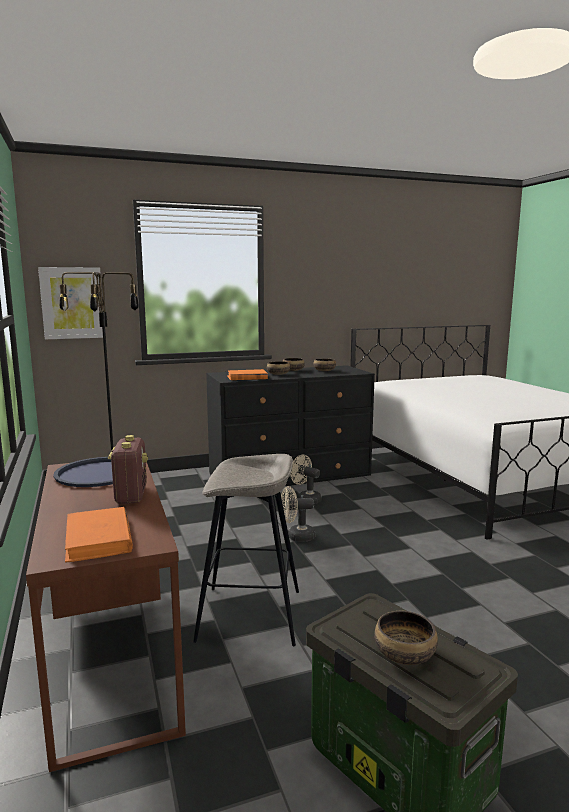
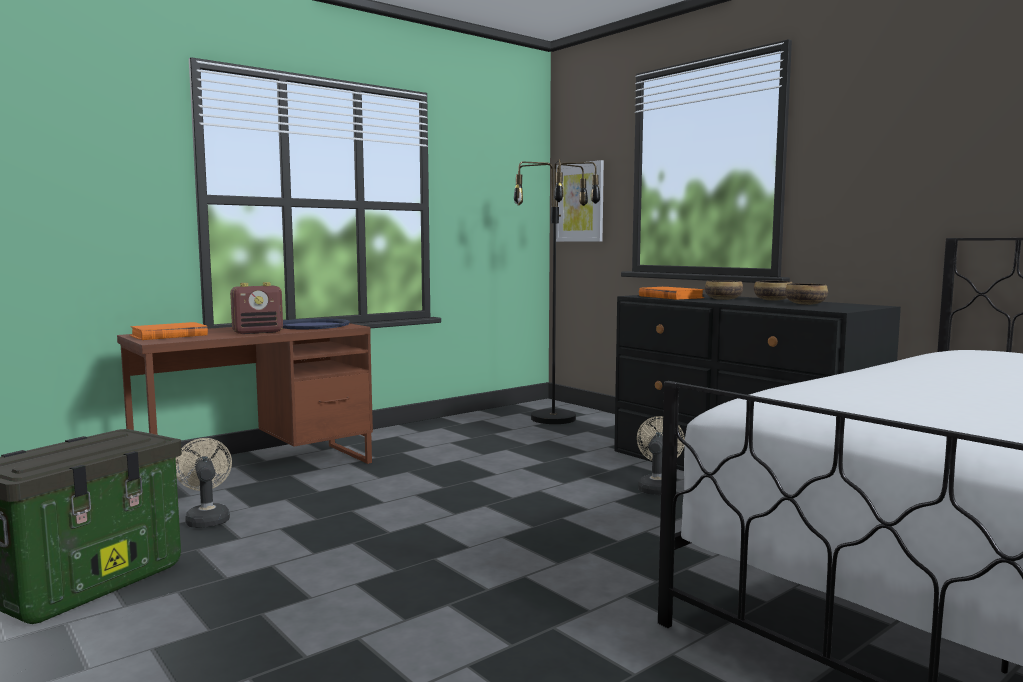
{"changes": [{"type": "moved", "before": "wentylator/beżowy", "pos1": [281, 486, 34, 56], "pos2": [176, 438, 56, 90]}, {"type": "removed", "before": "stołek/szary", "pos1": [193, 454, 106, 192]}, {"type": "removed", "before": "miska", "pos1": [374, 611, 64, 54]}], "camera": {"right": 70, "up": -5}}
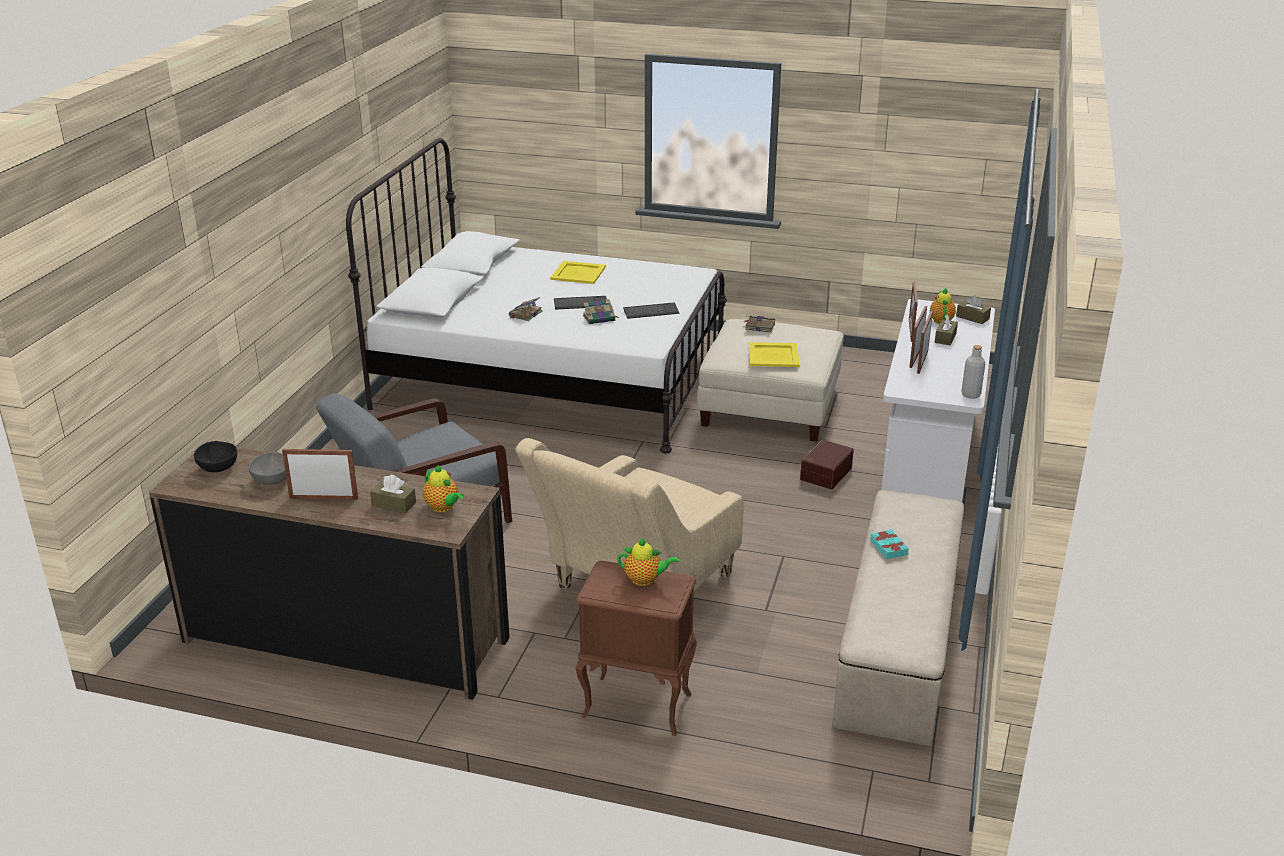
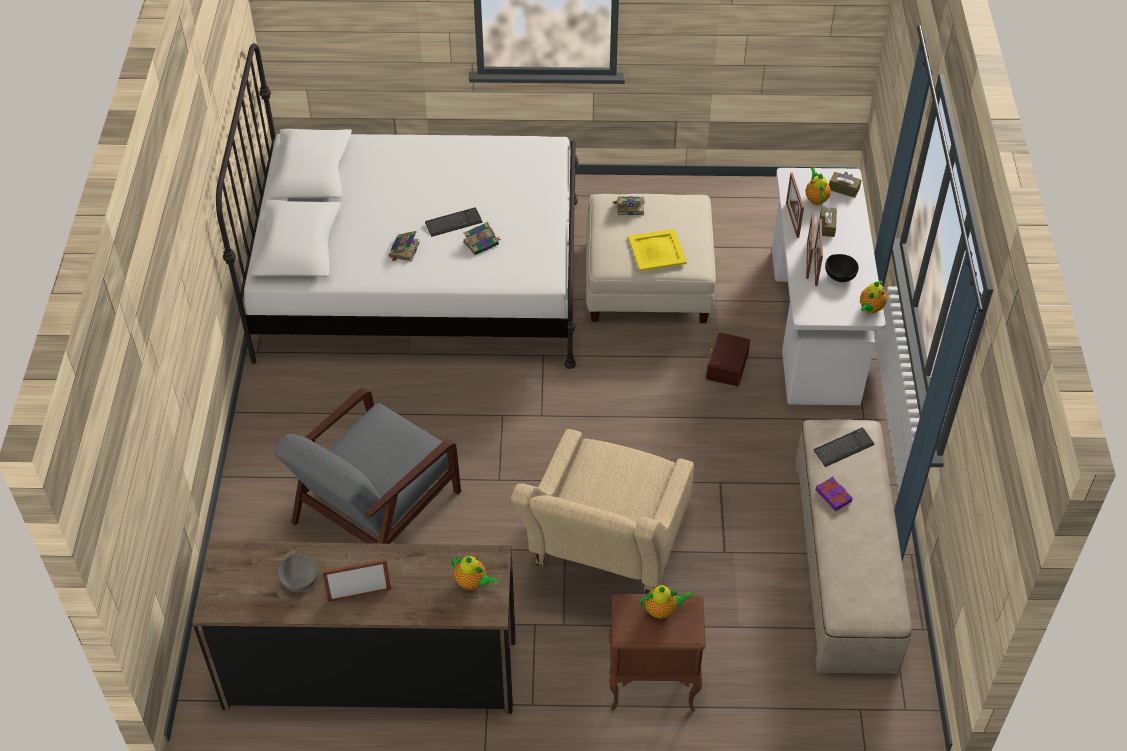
{"changes": [{"type": "moved", "before": "klawiatura", "pos1": [623, 303, 56, 16], "pos2": [814, 428, 61, 39]}, {"type": "recoloured", "before": "książka/turkusowy", "after": "książka/fioletowy", "pos1": [870, 529, 39, 30], "pos2": [816, 476, 37, 35]}, {"type": "moved", "before": "miska/czarny", "pos1": [194, 441, 43, 31], "pos2": [825, 254, 34, 28]}, {"type": "replaced", "before": "butelka/szary", "after": "imbryk", "pos1": [961, 345, 24, 54], "pos2": [860, 280, 27, 33]}, {"type": "removed", "before": "pudełko chusteczek/brązowy", "pos1": [370, 475, 46, 38]}, {"type": "removed", "before": "taca/żółty", "pos1": [550, 261, 56, 23]}], "camera": {"right": -15, "up": 20}}
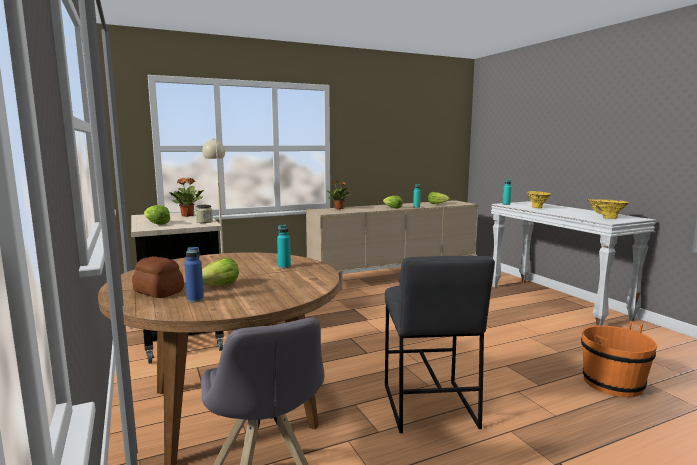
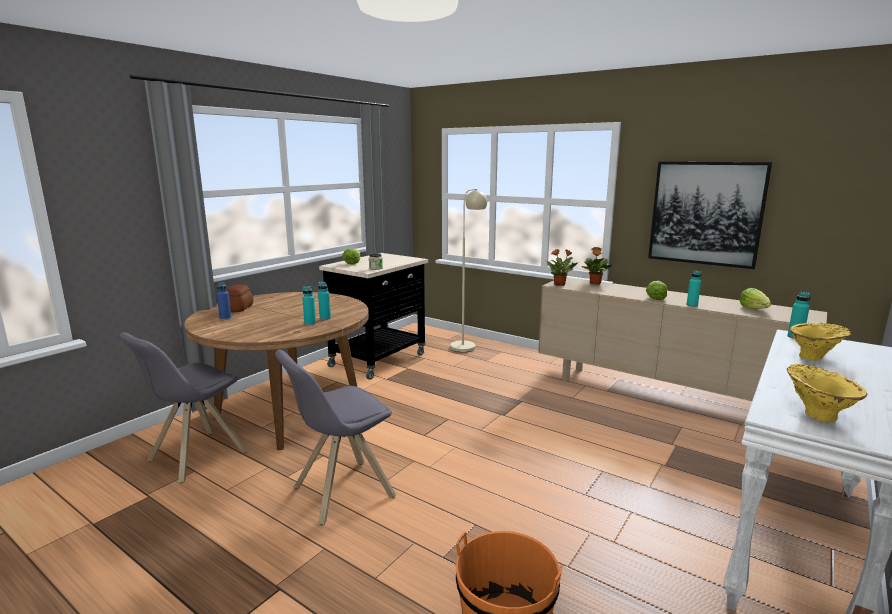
{"changes": [{"type": "replaced", "before": "stołek/szary", "after": "krzesło/szary", "pos1": [385, 256, 110, 177], "pos2": [275, 350, 121, 175]}, {"type": "added", "after": "butelka/turkusowy", "pos2": [303, 286, 13, 39]}, {"type": "moved", "before": "roślina doniczkowa", "pos1": [168, 178, 36, 39], "pos2": [544, 249, 34, 37]}, {"type": "added", "after": "obraz", "pos2": [648, 162, 124, 107]}, {"type": "removed", "before": "sałata", "pos1": [202, 258, 37, 27]}], "camera": {"right": 60, "up": 5}}
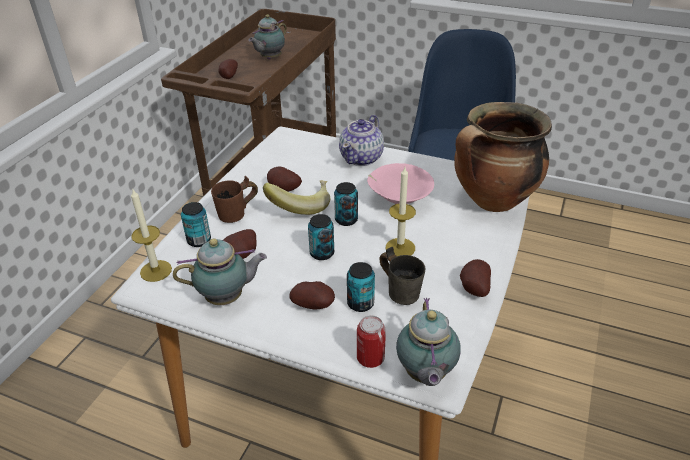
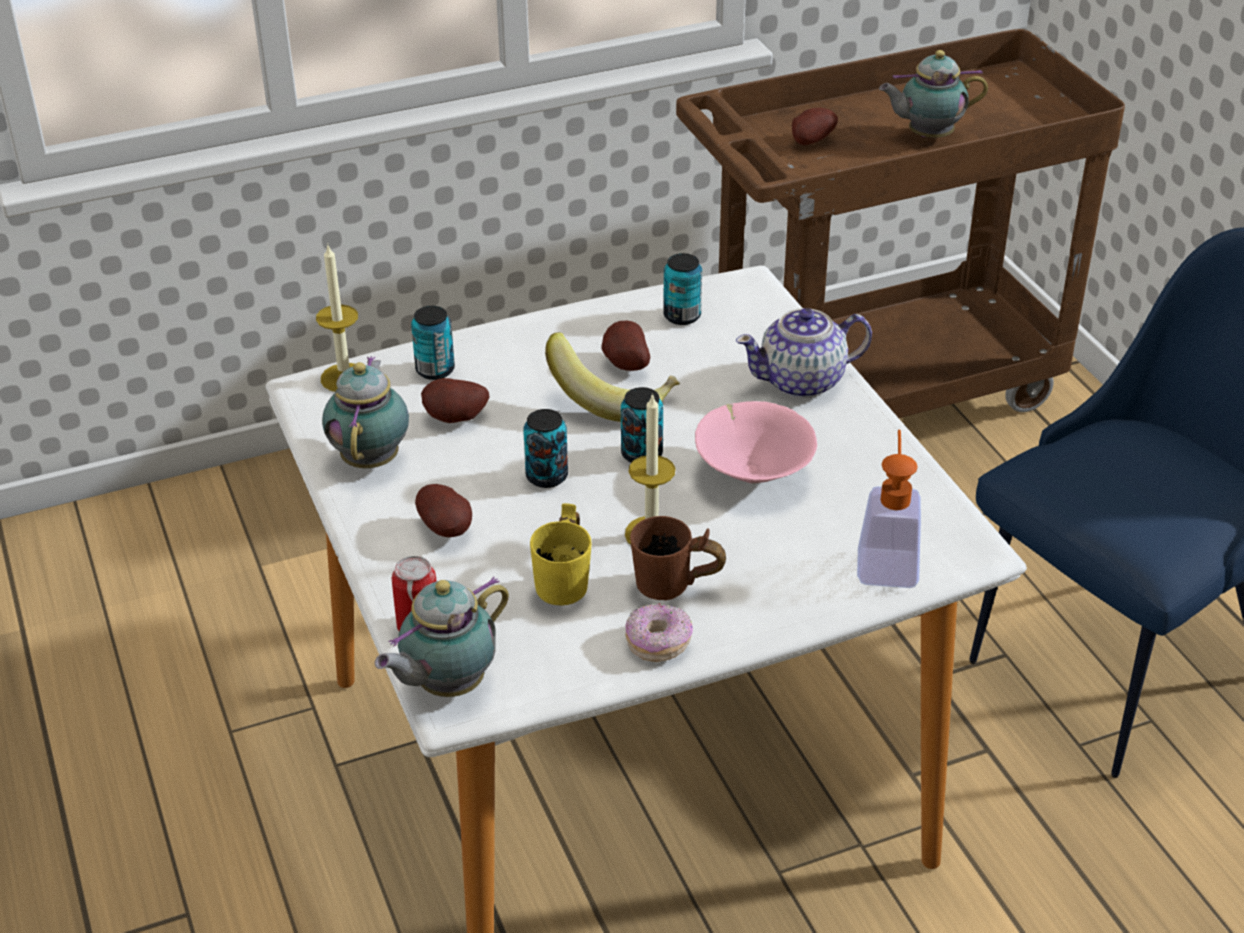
{"changes": [{"type": "turned", "before": "imbryk", "pos1": [173, 239, 94, 66], "pos2": [322, 356, 87, 112], "turn": -120}, {"type": "recoloured", "before": "kubek/szary", "after": "kubek/żółty", "pos1": [379, 247, 47, 58], "pos2": [530, 503, 61, 103]}, {"type": "replaced", "before": "ziemniak", "after": "donut", "pos1": [460, 259, 31, 38], "pos2": [625, 603, 68, 59]}, {"type": "moved", "before": "kubek/brązowy", "pos1": [211, 176, 47, 47], "pos2": [630, 516, 96, 84]}, {"type": "moved", "before": "puszka", "pos1": [347, 262, 28, 50], "pos2": [663, 253, 39, 72]}, {"type": "replaced", "before": "garnek", "after": "dozownik mydła", "pos1": [454, 102, 98, 110], "pos2": [857, 430, 64, 158]}], "camera": {"right": 45, "up": 0}}
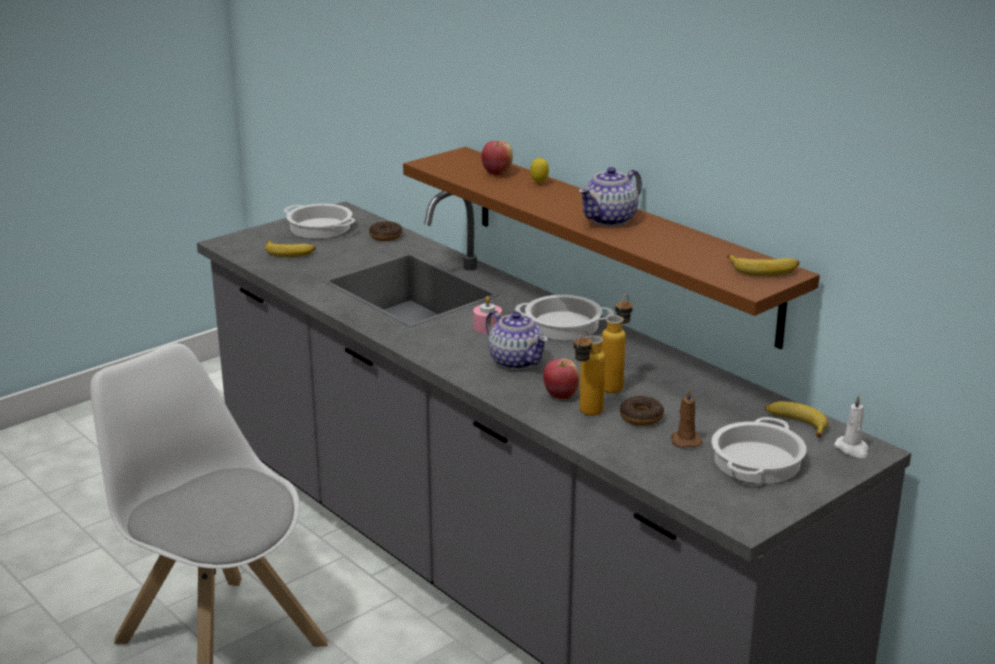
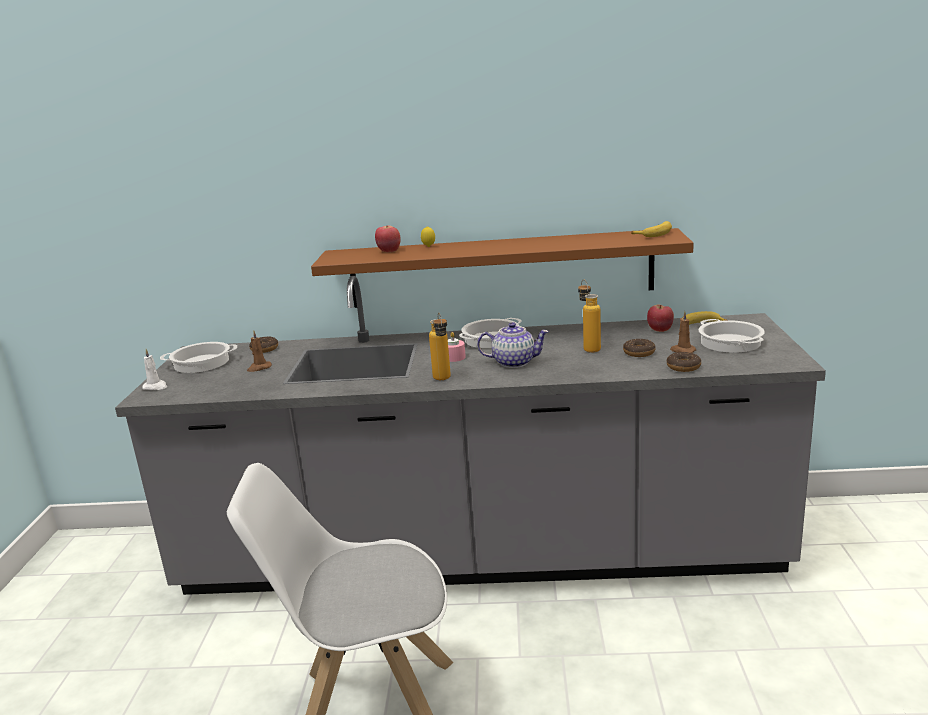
{"changes": [{"type": "moved", "before": "świeca/biały", "pos1": [834, 395, 35, 63], "pos2": [142, 349, 25, 41]}, {"type": "added", "after": "świeca/brązowy", "pos2": [247, 330, 25, 42]}, {"type": "moved", "before": "butelka", "pos1": [574, 330, 32, 86], "pos2": [429, 313, 22, 67]}, {"type": "moved", "before": "jabłko", "pos1": [543, 358, 36, 41], "pos2": [647, 305, 27, 27]}, {"type": "added", "after": "donut", "pos2": [667, 352, 34, 20]}, {"type": "removed", "before": "banan", "pos1": [265, 240, 51, 17]}, {"type": "removed", "before": "imbryk", "pos1": [579, 167, 63, 59]}], "camera": {"right": -45, "up": -5}}
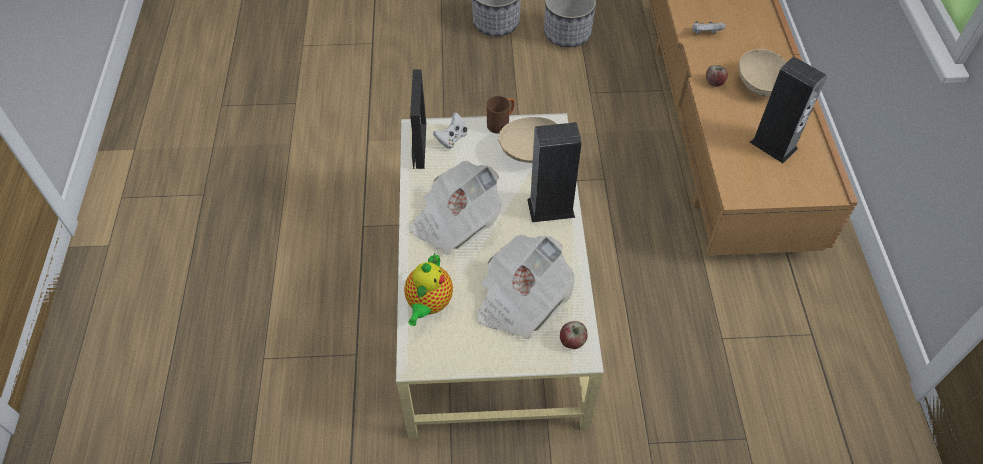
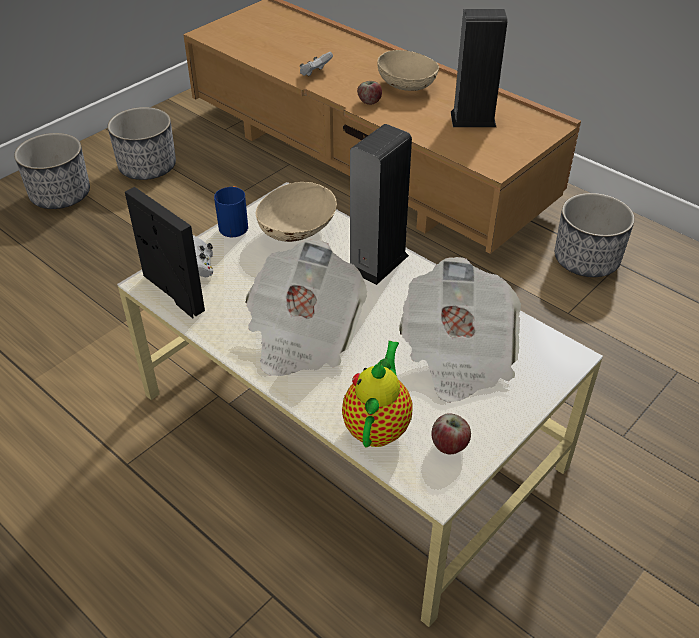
{"changes": [{"type": "recoloured", "before": "kubek/brązowy", "after": "kubek/niebieski", "pos1": [486, 96, 28, 38], "pos2": [214, 186, 34, 51]}, {"type": "turned", "before": "imbryk", "pos1": [404, 253, 49, 73], "pos2": [342, 341, 71, 107], "turn": -135}, {"type": "moved", "before": "jabłko", "pos1": [560, 321, 28, 28], "pos2": [431, 413, 40, 41]}, {"type": "added", "after": "donica", "pos2": [555, 193, 80, 84]}], "camera": {"right": -45, "up": -10}}
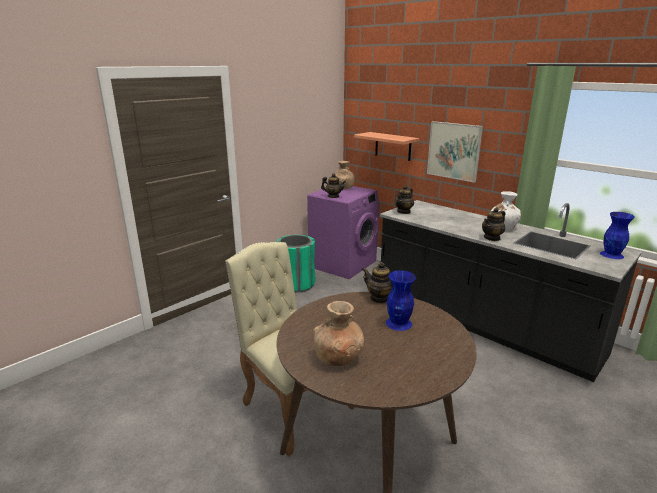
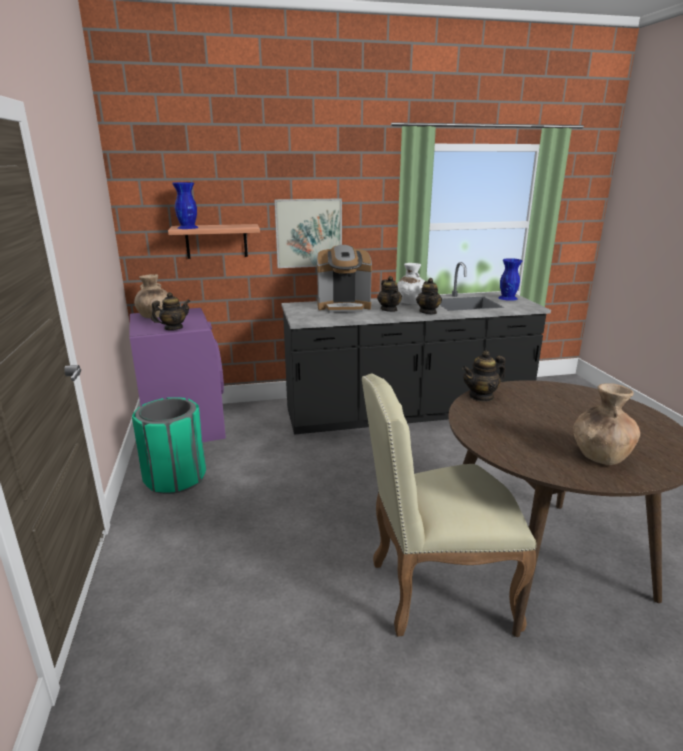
{"changes": [{"type": "moved", "before": "wazon/niebieski", "pos1": [386, 270, 30, 61], "pos2": [172, 182, 27, 47]}, {"type": "added", "after": "ekspres do kawy", "pos2": [317, 245, 55, 68]}, {"type": "moved", "before": "imbryk", "pos1": [395, 185, 19, 29], "pos2": [377, 276, 25, 36]}], "camera": {"right": -55, "up": 0}}
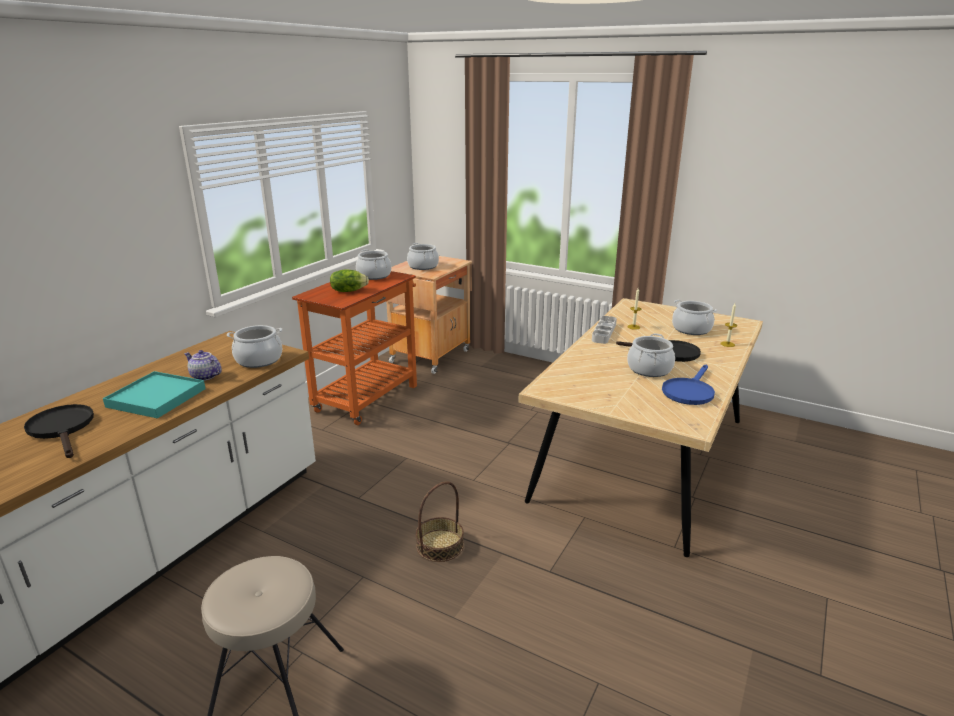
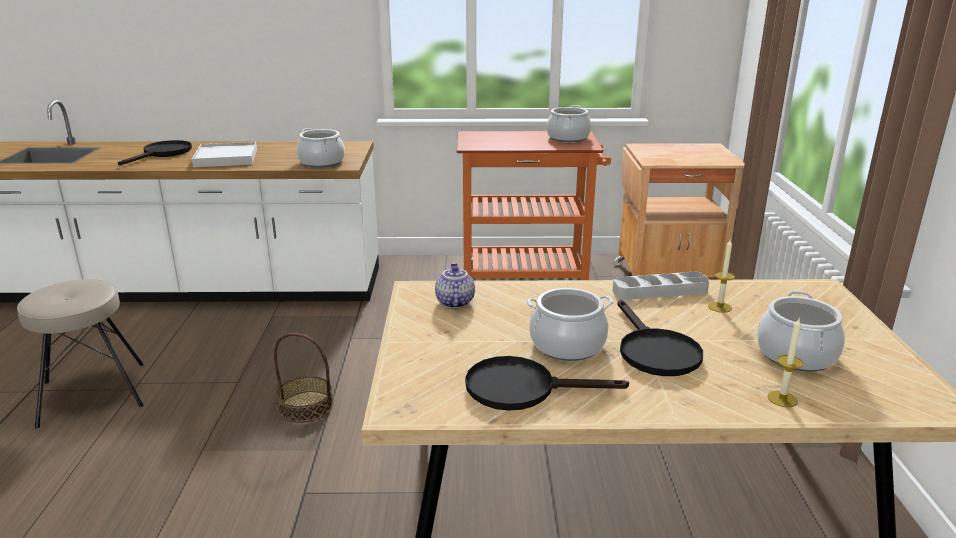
{"changes": [{"type": "recoloured", "before": "taca/turkusowy", "after": "taca/biały", "pos1": [103, 371, 103, 47], "pos2": [192, 142, 65, 25]}, {"type": "moved", "before": "imbryk", "pos1": [184, 350, 38, 31], "pos2": [435, 263, 40, 45]}, {"type": "recoloured", "before": "patelnia/niebieski", "after": "patelnia/czarny", "pos1": [662, 365, 53, 40], "pos2": [465, 356, 164, 55]}, {"type": "removed", "before": "sałata", "pos1": [330, 269, 39, 23]}, {"type": "removed", "before": "garnek", "pos1": [407, 243, 32, 27]}], "camera": {"right": 60, "up": 0}}
